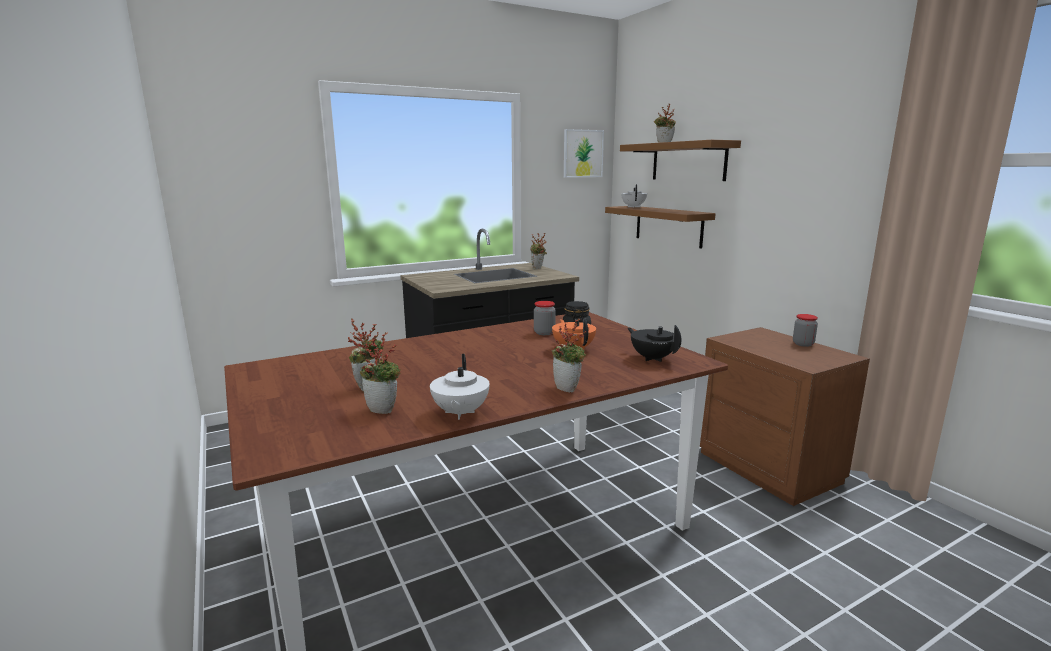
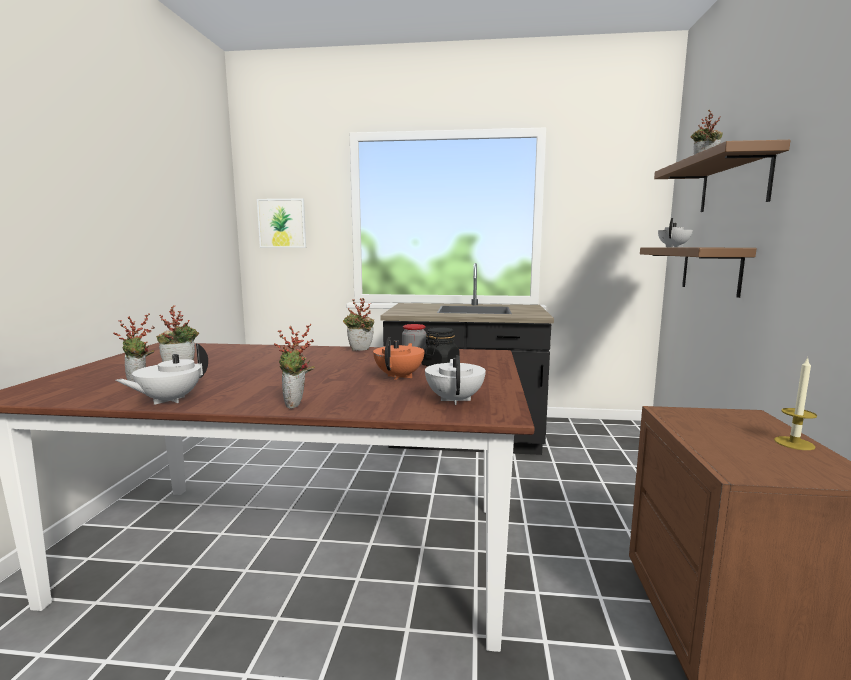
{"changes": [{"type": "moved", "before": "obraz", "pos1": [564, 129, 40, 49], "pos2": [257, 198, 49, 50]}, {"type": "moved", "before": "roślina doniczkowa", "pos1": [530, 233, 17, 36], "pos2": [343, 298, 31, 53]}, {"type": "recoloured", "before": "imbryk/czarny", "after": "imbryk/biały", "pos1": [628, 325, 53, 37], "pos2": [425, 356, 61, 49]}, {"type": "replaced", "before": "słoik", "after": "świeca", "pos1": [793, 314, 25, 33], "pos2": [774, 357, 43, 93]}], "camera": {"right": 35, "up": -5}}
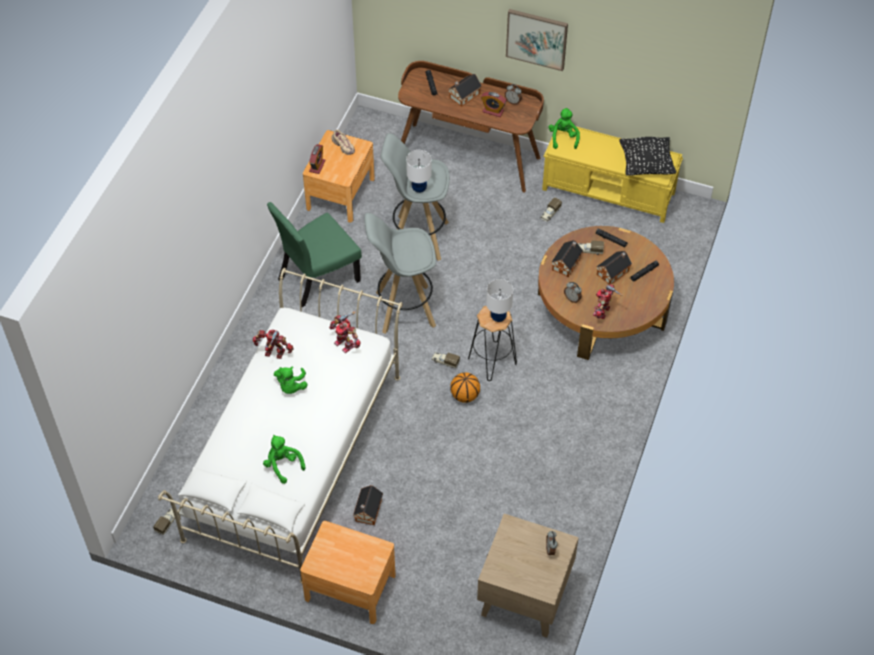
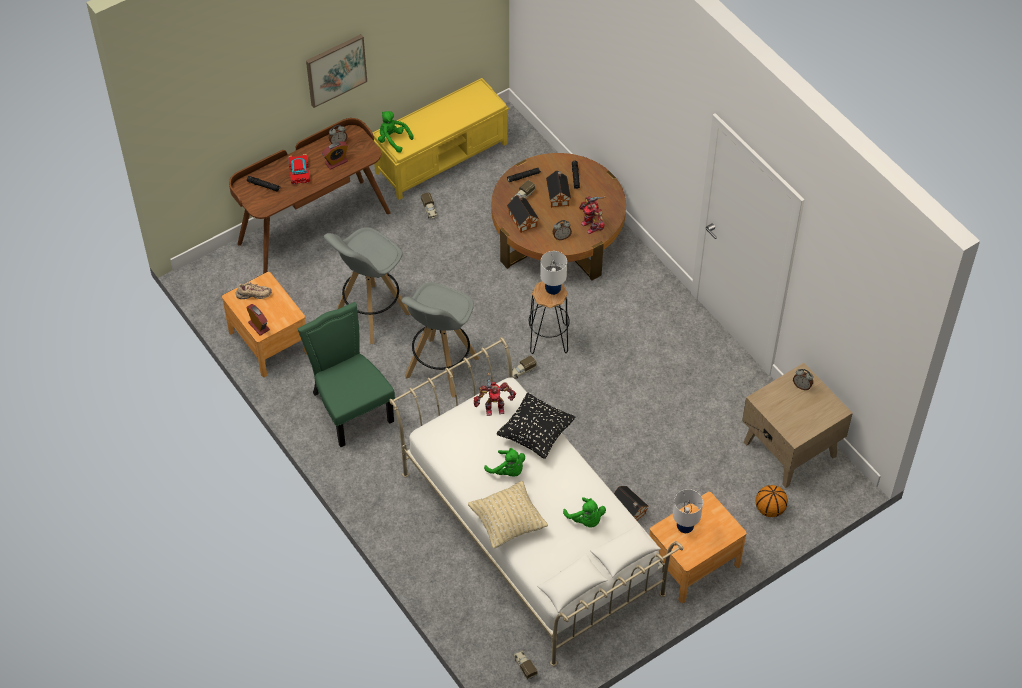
{"changes": [{"type": "replaced", "before": "domek", "after": "samochodzik", "pos1": [448, 74, 34, 33], "pos2": [288, 154, 22, 31]}, {"type": "turned", "before": "krzesło/zielony", "pos1": [267, 202, 95, 105], "pos2": [298, 302, 97, 145], "turn": 150}, {"type": "added", "after": "poduszka/beżowy", "pos2": [468, 481, 80, 68]}, {"type": "moved", "before": "poduszka/czarny", "pos1": [619, 137, 57, 39], "pos2": [496, 393, 79, 66]}, {"type": "turned", "before": "pluszak/zielony", "pos1": [263, 435, 42, 49], "pos2": [563, 497, 43, 31], "turn": -120}, {"type": "moved", "before": "lampa stołowa/biały", "pos1": [406, 150, 26, 43], "pos2": [673, 489, 30, 44]}, {"type": "moved", "before": "piłka do koszykówki", "pos1": [450, 372, 30, 31], "pos2": [755, 485, 33, 32]}, {"type": "removed", "before": "robot zabawkowy", "pos1": [253, 329, 41, 30]}], "camera": {"right": -55, "up": 0}}
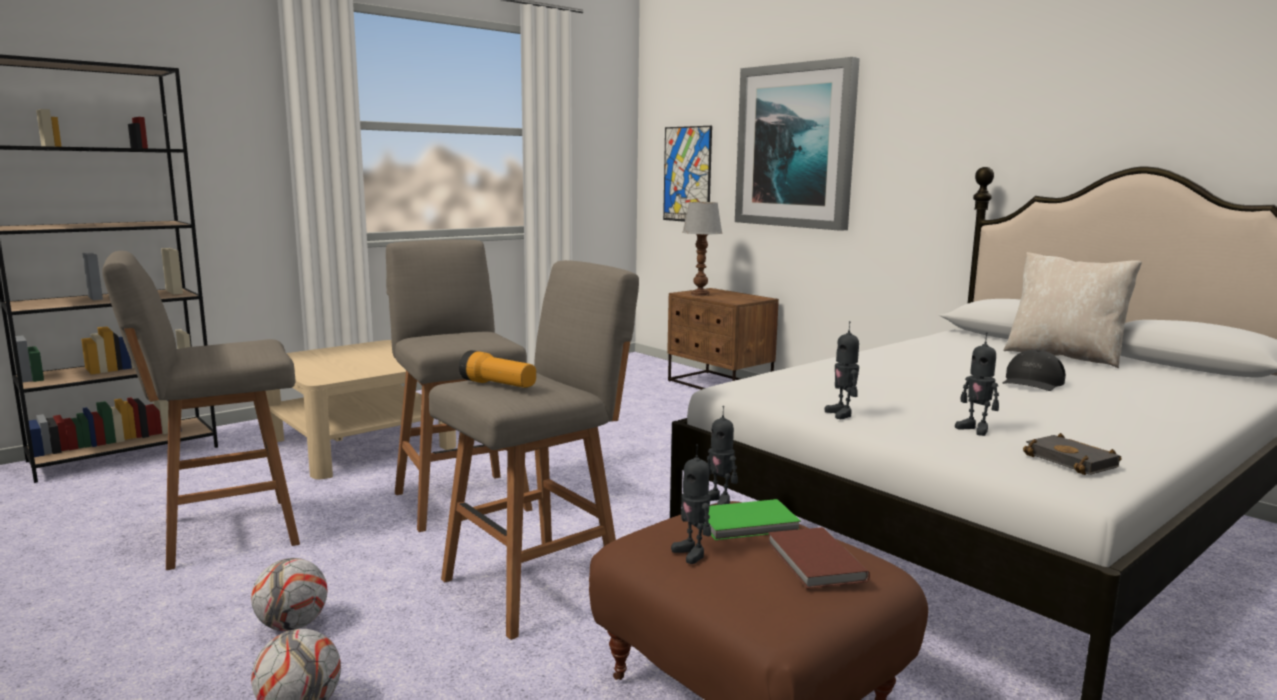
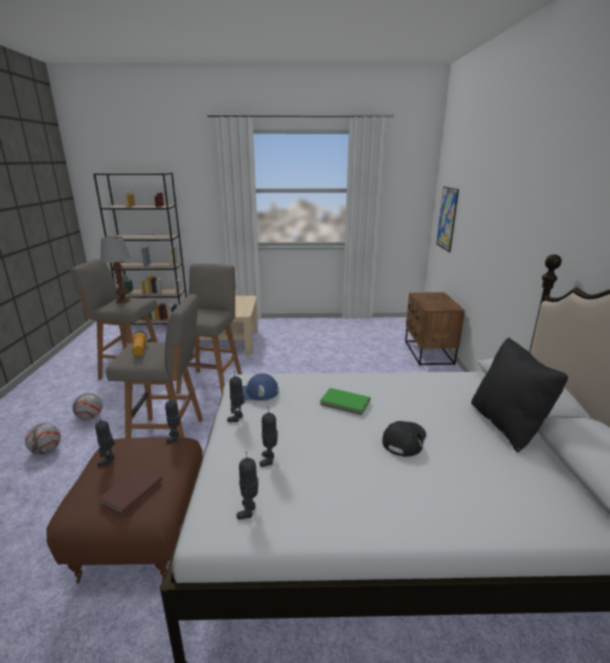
{"changes": [{"type": "moved", "before": "lampa stołowa", "pos1": [682, 202, 40, 94], "pos2": [100, 236, 31, 67]}, {"type": "replaced", "before": "książka/czarny", "after": "robot zabawkowy", "pos1": [1023, 433, 99, 42], "pos2": [236, 452, 22, 68]}, {"type": "added", "after": "czapka z daszkiem/niebieski", "pos2": [242, 373, 37, 28]}, {"type": "moved", "before": "książka/zielony", "pos1": [708, 499, 93, 41], "pos2": [320, 388, 50, 27]}, {"type": "turned", "before": "czapka z daszkiem/czarny", "pos1": [1003, 350, 63, 41], "pos2": [382, 421, 44, 36], "turn": 135}, {"type": "recoloured", "before": "poduszka/beżowy", "after": "poduszka/czarny", "pos1": [1003, 252, 139, 116], "pos2": [471, 337, 97, 116]}, {"type": "removed", "before": "obraz", "pos1": [735, 57, 125, 174]}], "camera": {"right": 40, "up": 10}}
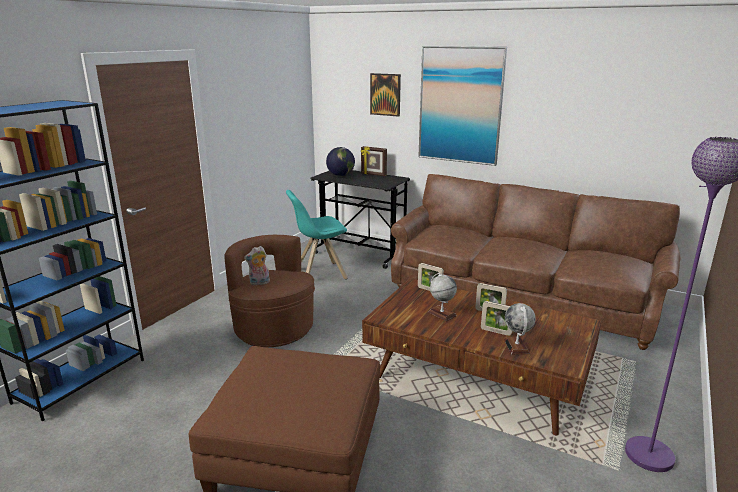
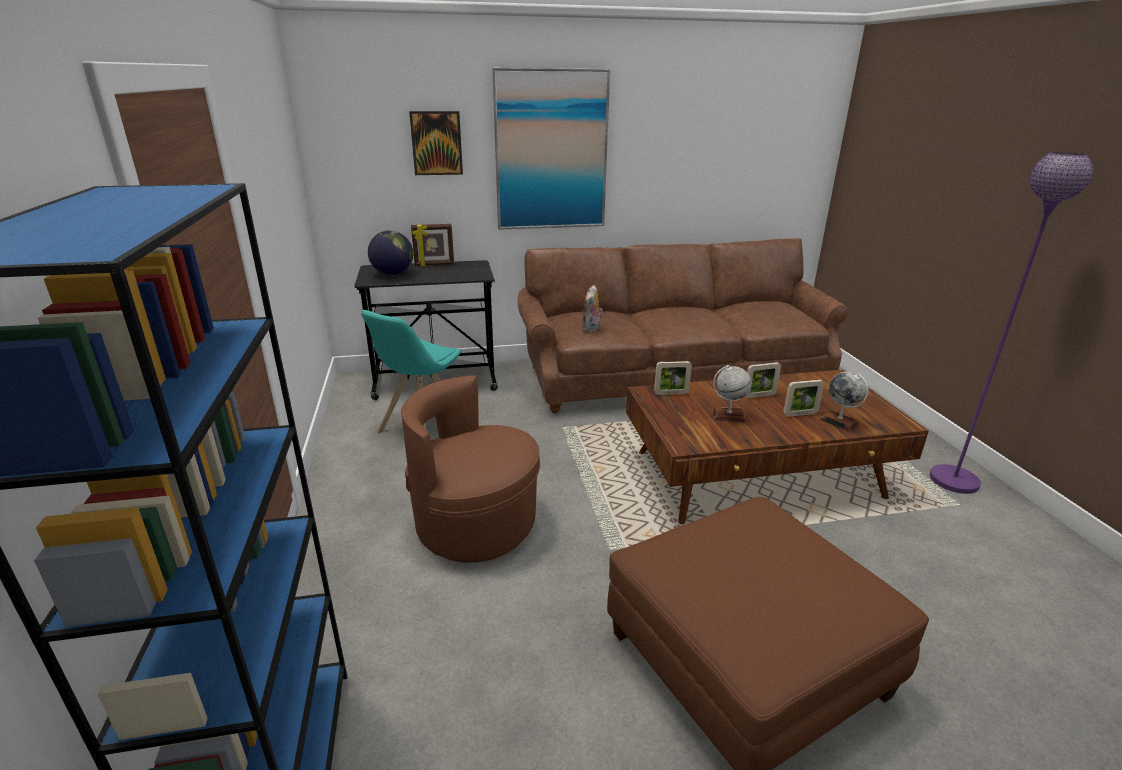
{"changes": [{"type": "moved", "before": "pluszak", "pos1": [244, 246, 26, 40], "pos2": [582, 285, 21, 47]}], "camera": {"right": -40, "up": 5}}
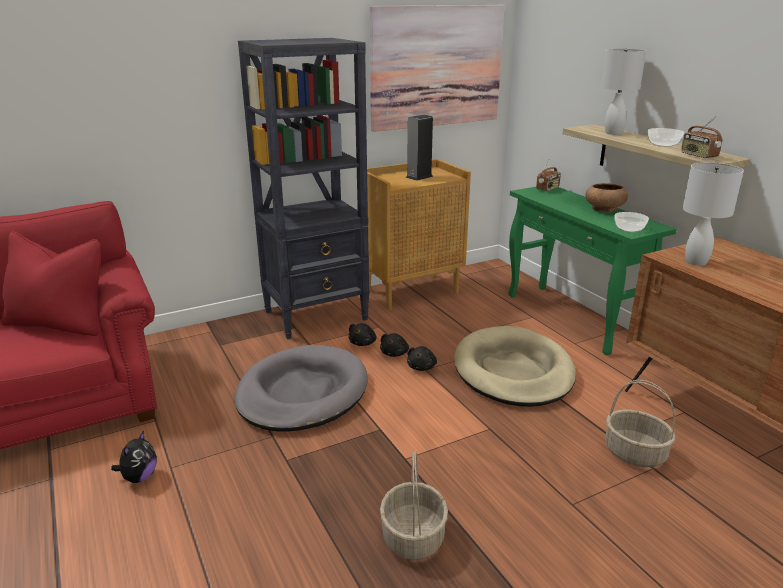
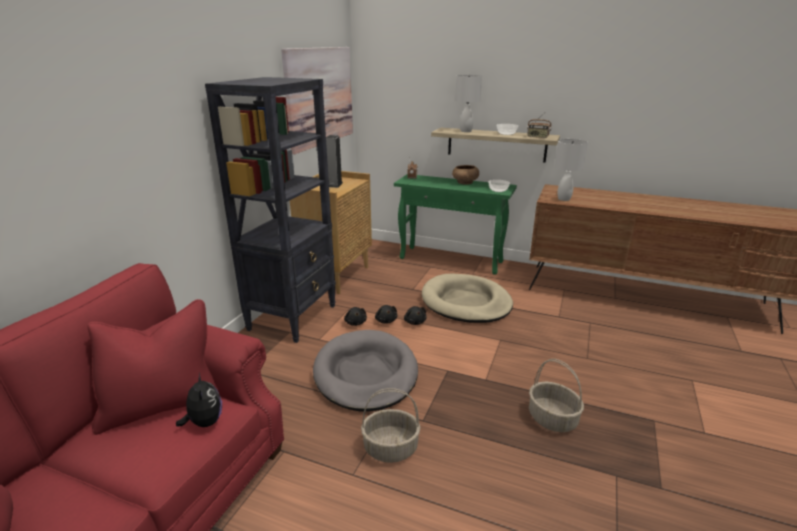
{"changes": [{"type": "moved", "before": "pluszak", "pos1": [111, 431, 46, 52], "pos2": [176, 373, 46, 54]}, {"type": "moved", "before": "koszyk", "pos1": [605, 380, 71, 87], "pos2": [361, 388, 60, 75]}], "camera": {"right": -40, "up": 0}}
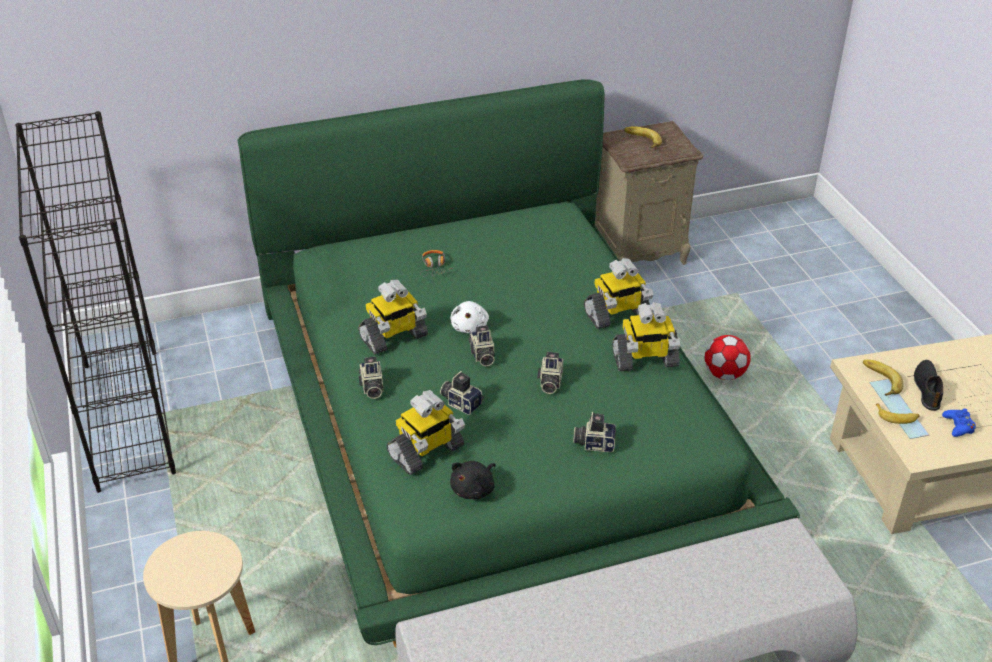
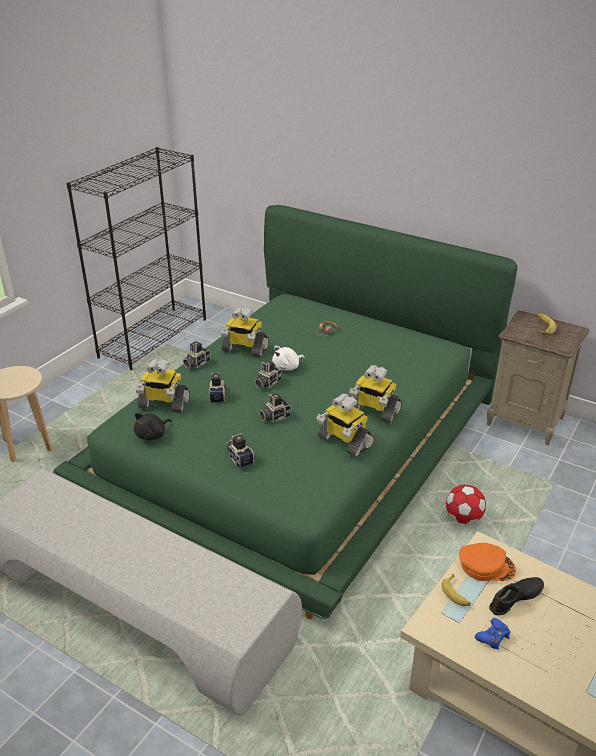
{"changes": [{"type": "turned", "before": "pluszak/czarny", "pos1": [450, 461, 46, 38], "pos2": [134, 413, 37, 27], "turn": -45}, {"type": "replaced", "before": "banan", "after": "czapka z daszkiem/pomarańczowy", "pos1": [863, 360, 41, 36], "pos2": [459, 543, 57, 38]}], "camera": {"right": 50, "up": -5}}
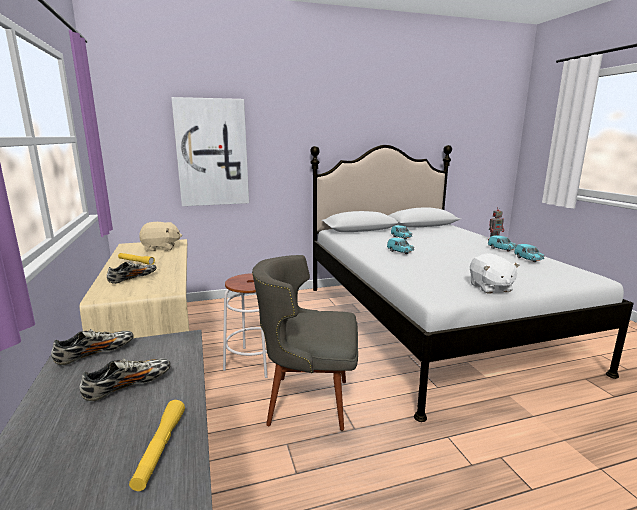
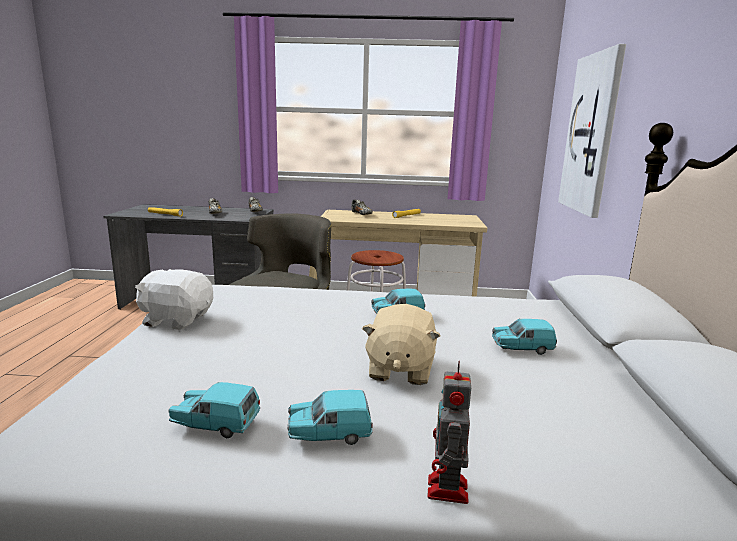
{"changes": [{"type": "moved", "before": "pluszak/beżowy", "pos1": [139, 222, 43, 29], "pos2": [362, 304, 78, 81]}], "camera": {"right": 110, "up": 0}}
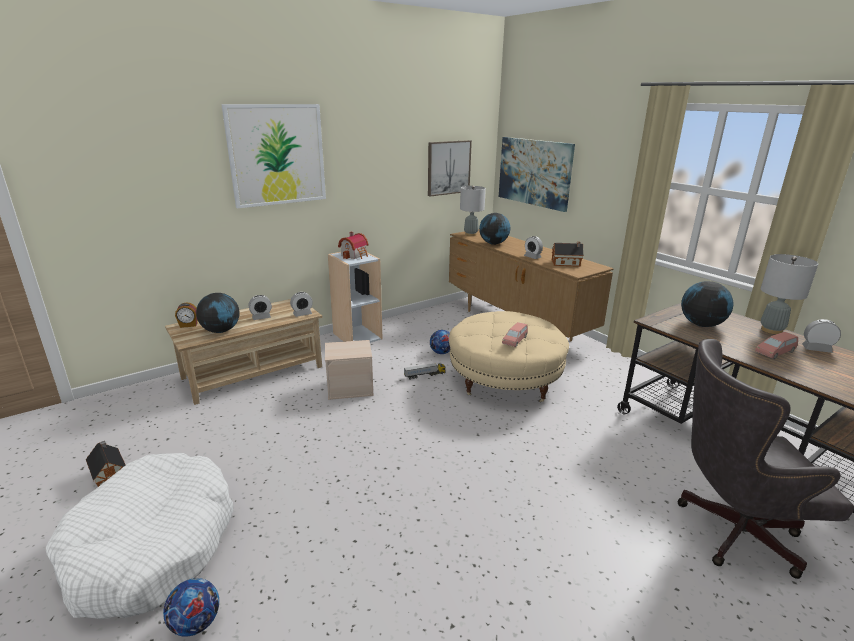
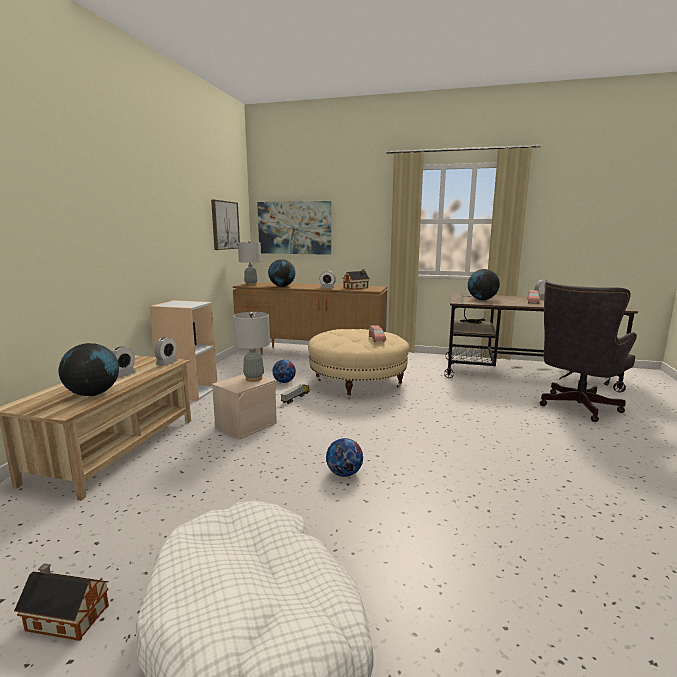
{"changes": [{"type": "moved", "before": "lampa stołowa/szary", "pos1": [761, 254, 57, 80], "pos2": [233, 312, 37, 70]}, {"type": "moved", "before": "piłka futbolowa", "pos1": [163, 578, 56, 59], "pos2": [326, 438, 37, 39]}, {"type": "removed", "before": "budzik", "pos1": [175, 303, 23, 25]}, {"type": "removed", "before": "obraz", "pos1": [221, 104, 105, 105]}, {"type": "removed", "before": "domek", "pos1": [338, 232, 31, 27]}], "camera": {"right": -40, "up": -10}}
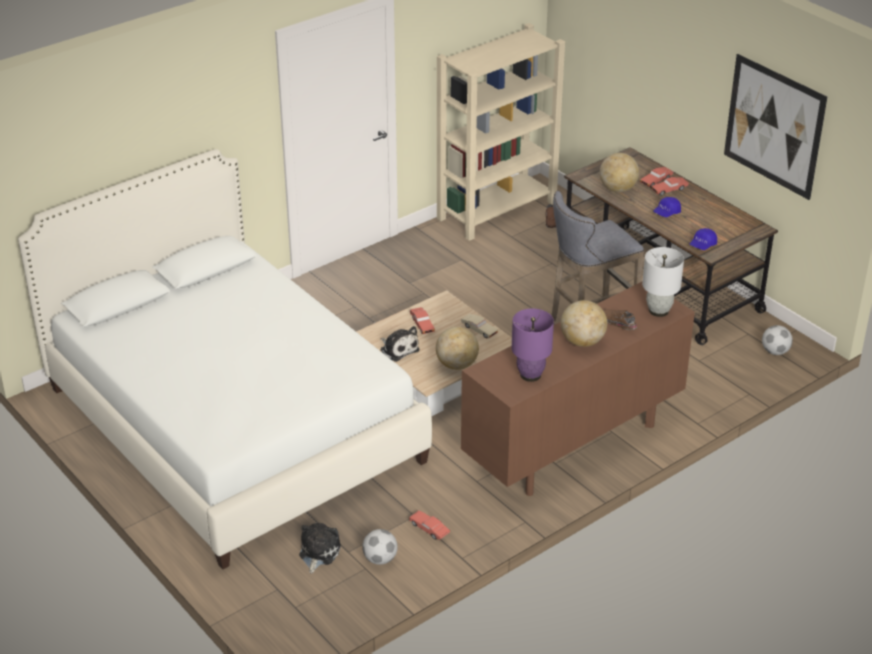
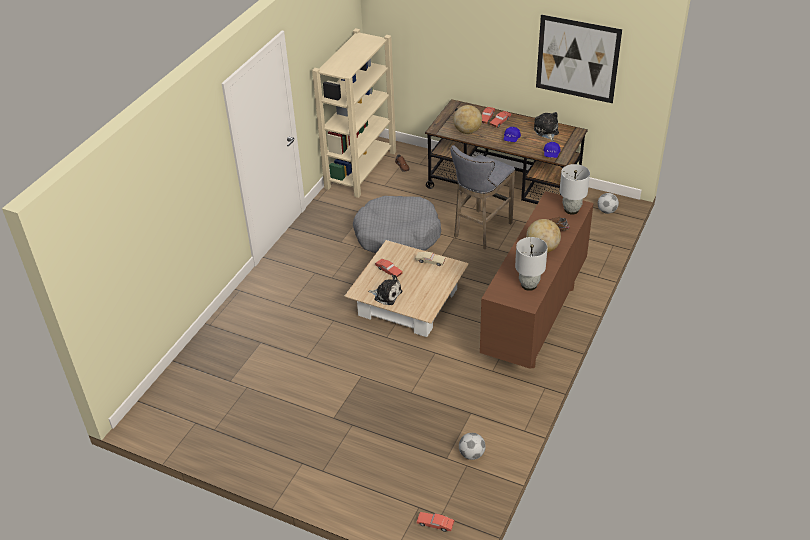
{"changes": [{"type": "added", "after": "legowisko/szary", "pos2": [353, 196, 88, 57]}, {"type": "moved", "before": "samochodzik/czerwony", "pos1": [409, 510, 41, 30], "pos2": [417, 512, 38, 20]}, {"type": "recoloured", "before": "lampa stołowa/fioletowy", "after": "lampa stołowa/biały", "pos1": [512, 308, 42, 74], "pos2": [515, 237, 33, 54]}, {"type": "moved", "before": "pluszak", "pos1": [299, 523, 42, 51], "pos2": [534, 112, 25, 29]}, {"type": "removed", "before": "łóżko/biały", "pos1": [18, 149, 414, 420]}, {"type": "removed", "before": "globus", "pos1": [436, 327, 43, 43]}], "camera": {"right": -25, "up": 5}}
